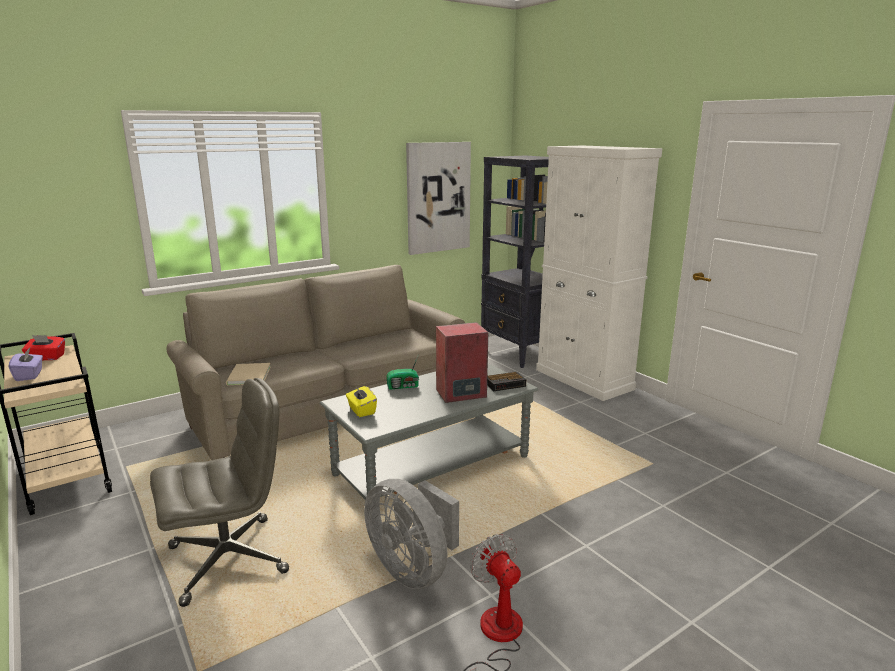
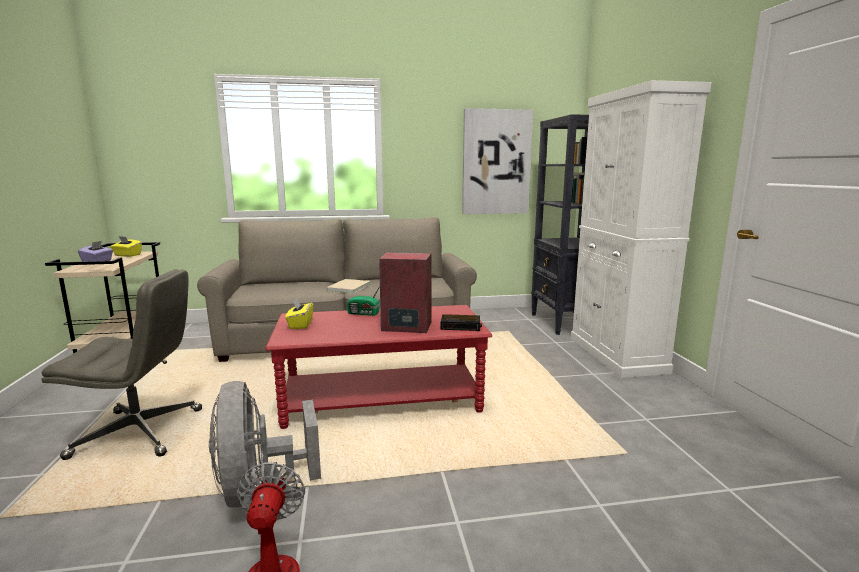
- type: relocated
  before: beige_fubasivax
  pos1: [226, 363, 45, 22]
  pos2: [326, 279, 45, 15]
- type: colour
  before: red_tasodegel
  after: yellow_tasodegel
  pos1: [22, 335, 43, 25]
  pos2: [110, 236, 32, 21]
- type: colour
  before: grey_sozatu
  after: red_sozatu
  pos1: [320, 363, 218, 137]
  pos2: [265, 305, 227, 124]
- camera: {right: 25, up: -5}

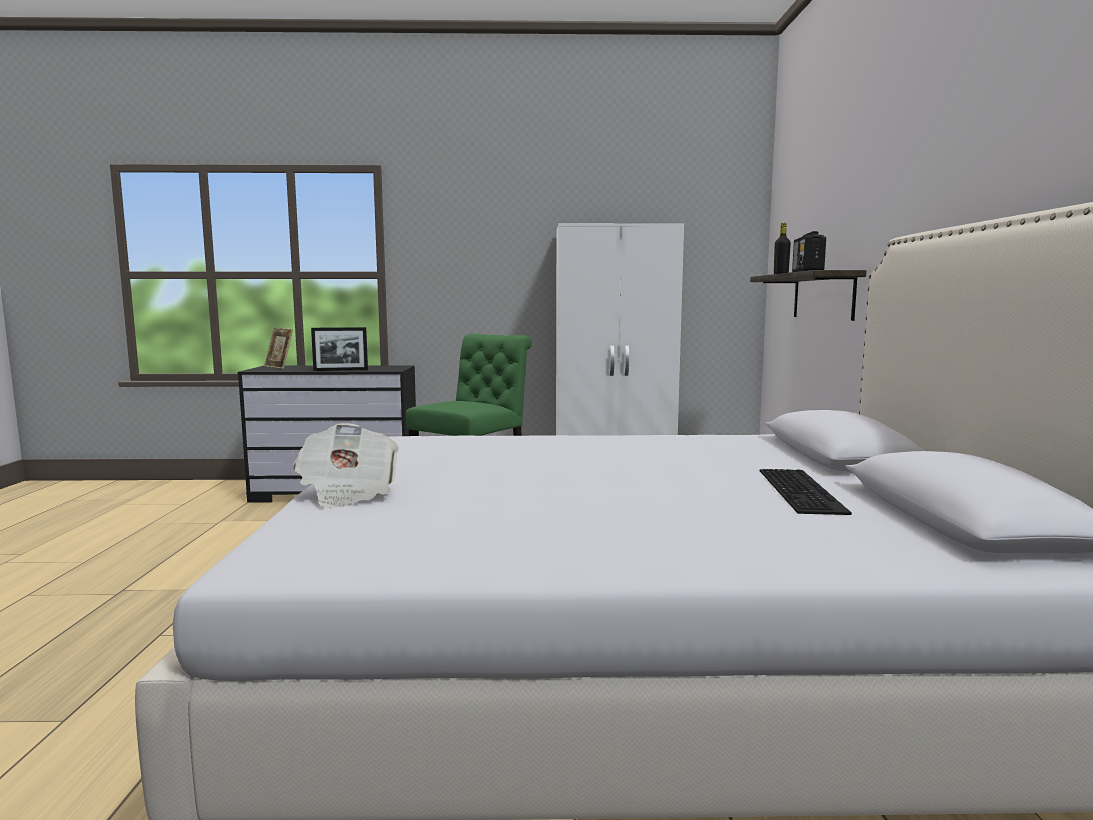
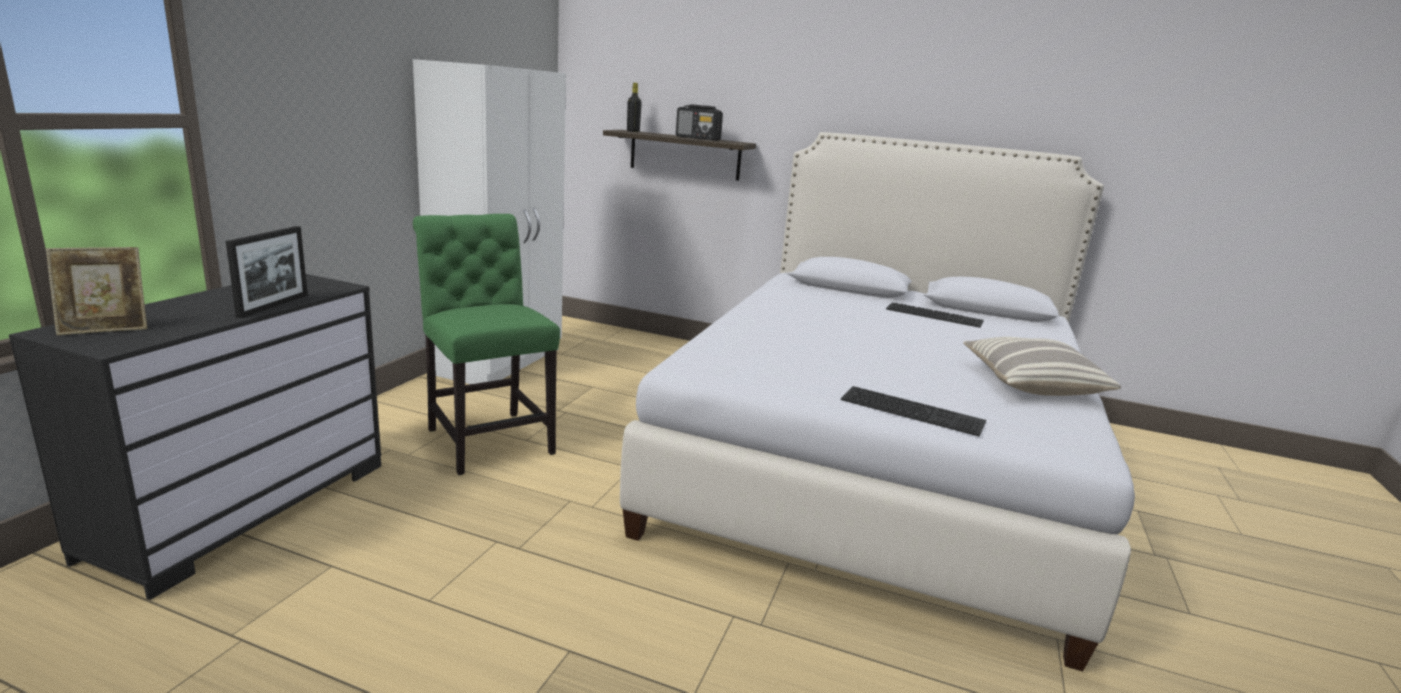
- type: appeared
  after: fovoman
  pos2: [963, 337, 158, 59]
- type: exchanged
  before: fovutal
  after: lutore
  pos1: [293, 423, 106, 85]
  pos2: [841, 386, 145, 51]
- camera: {right: -70, up: 10}

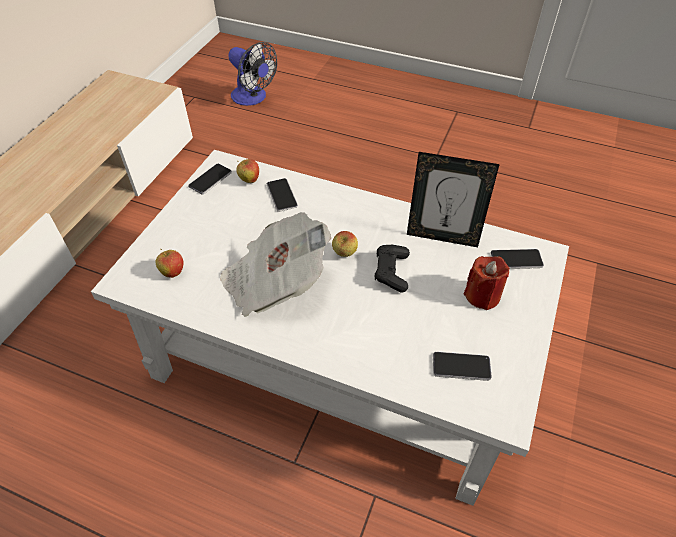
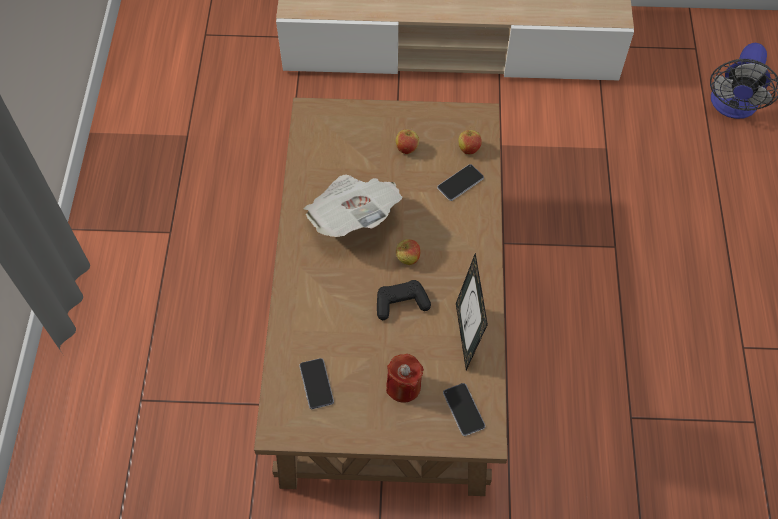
- type: missing
  before: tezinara
  pos1: [188, 164, 44, 31]
- type: relocated
  before: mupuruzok
  pos1: [155, 249, 28, 29]
  pos2: [396, 127, 23, 27]
- type: colour
  before: white_sozatu
  after: brown_sozatu
  pos1: [91, 150, 478, 356]
  pos2: [254, 98, 253, 398]
- camera: {right: 70, up: 10}

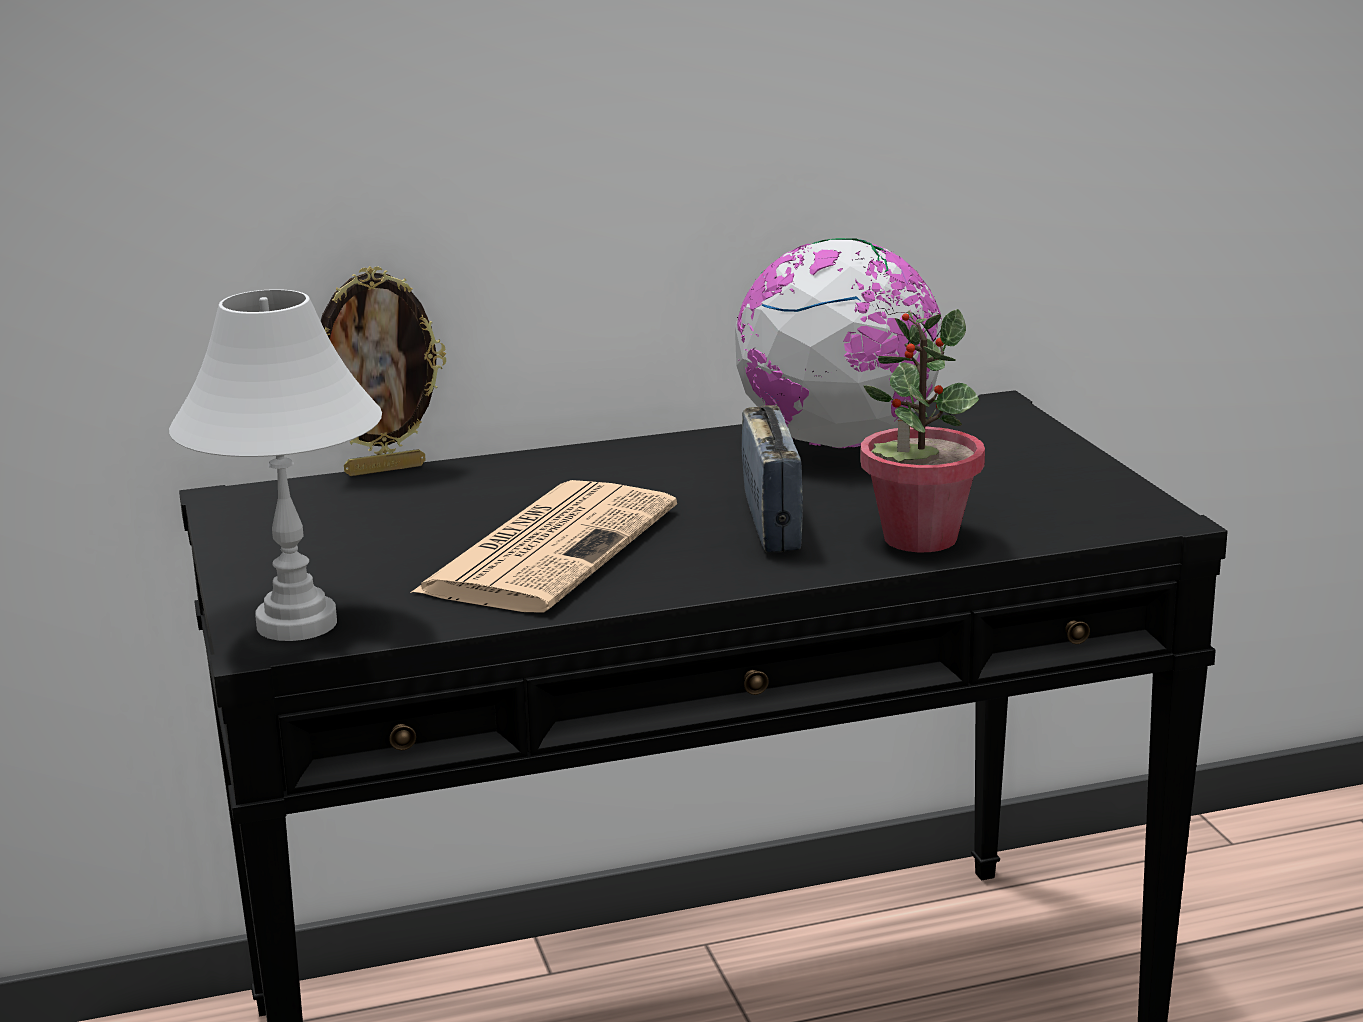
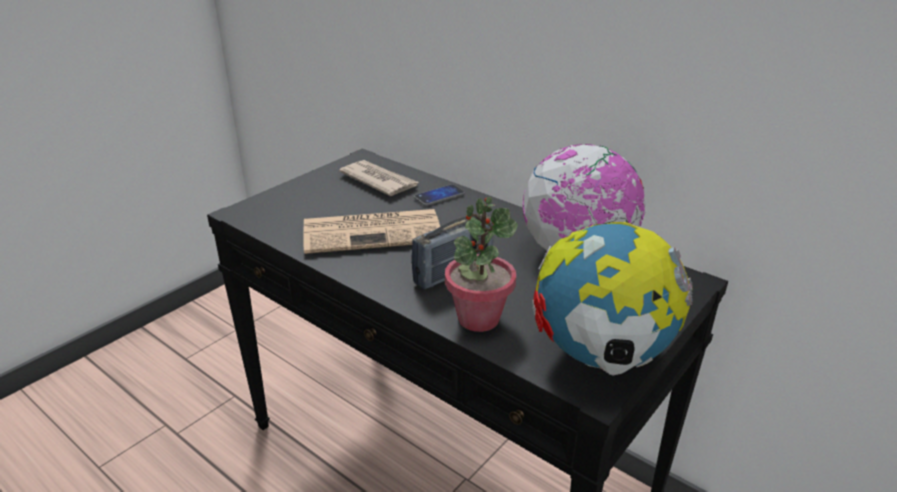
- type: missing
  before: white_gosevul
  pos1: [169, 289, 213, 352]
- type: missing
  before: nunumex
  pos1: [321, 266, 125, 210]
- type: appeared
  after: fovutal
  pos2: [339, 160, 80, 36]
- type: appeared
  after: tezinara
  pos2: [414, 184, 51, 22]
- type: appeared
  after: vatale
  pos2: [532, 222, 161, 154]
- camera: {right: 55, up: 10}

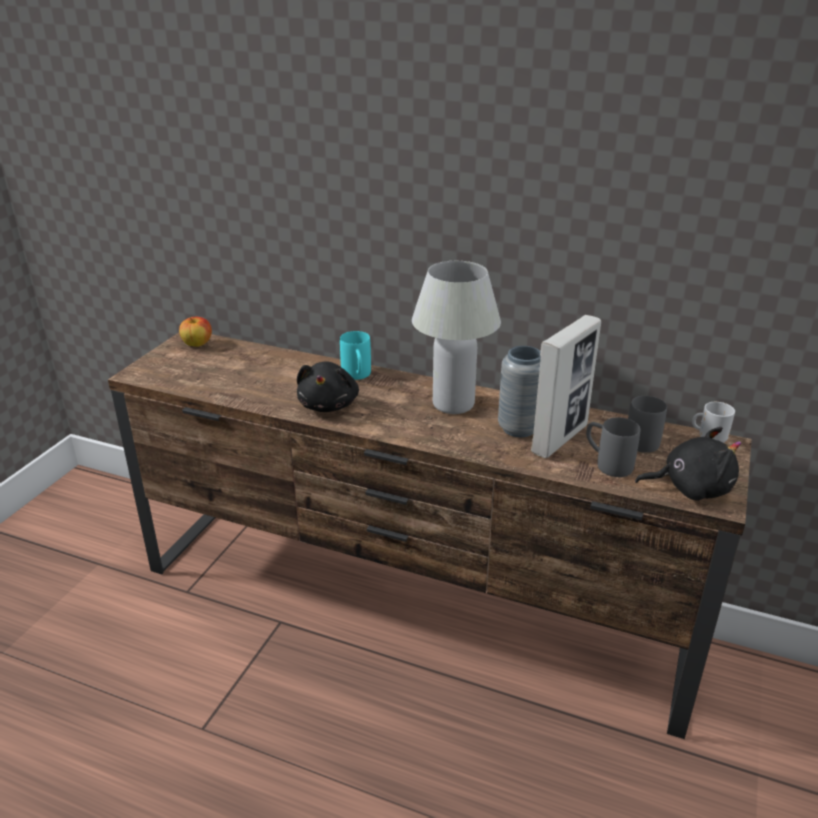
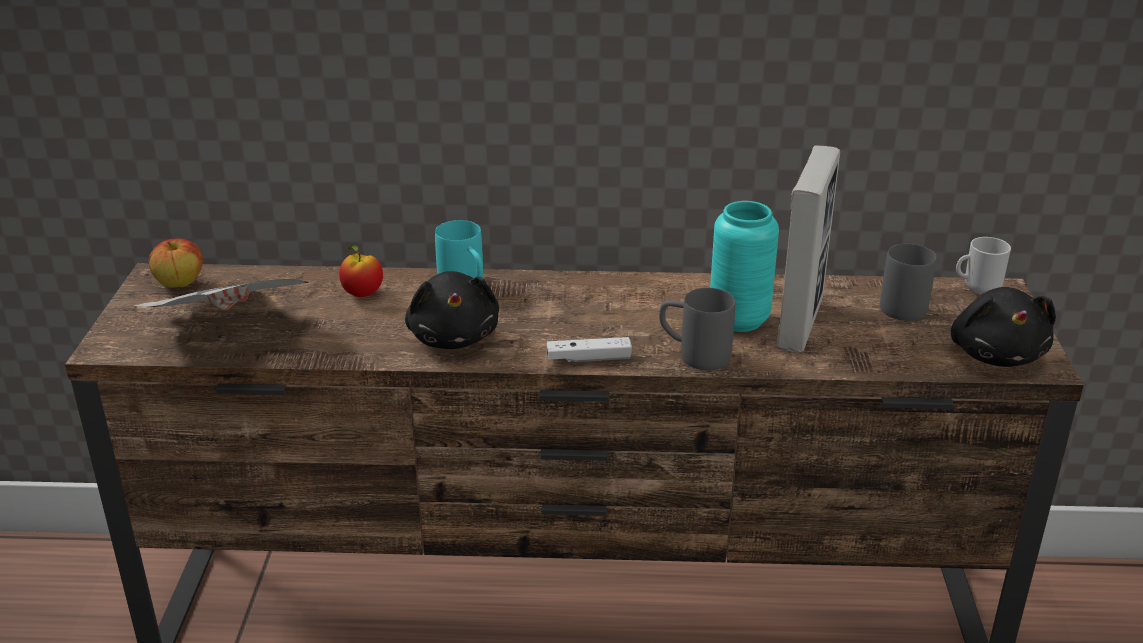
- type: missing
  before: white_gosevul
  pos1: [412, 261, 89, 153]
- type: appeared
  after: fovutal
  pos2: [134, 279, 174, 31]
- type: appeared
  after: mupuruzok
  pos2: [339, 244, 44, 53]
- type: appeared
  after: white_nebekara
  pos2: [547, 337, 85, 25]
- type: relocated
  before: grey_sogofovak
  pos1: [586, 417, 54, 60]
  pos2: [659, 288, 76, 82]
- type: colour
  before: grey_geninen
  after: turquoise_geninen
  pos1: [498, 346, 43, 91]
  pos2: [710, 201, 69, 131]
- type: spun
  before: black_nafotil
  pos1: [635, 427, 106, 74]
  pos2: [951, 287, 105, 80]
  turn: 105
- camera: {right: -20, up: 0}

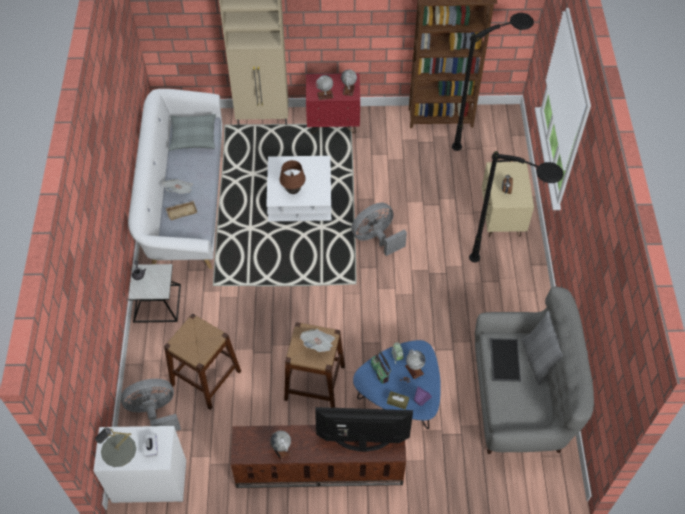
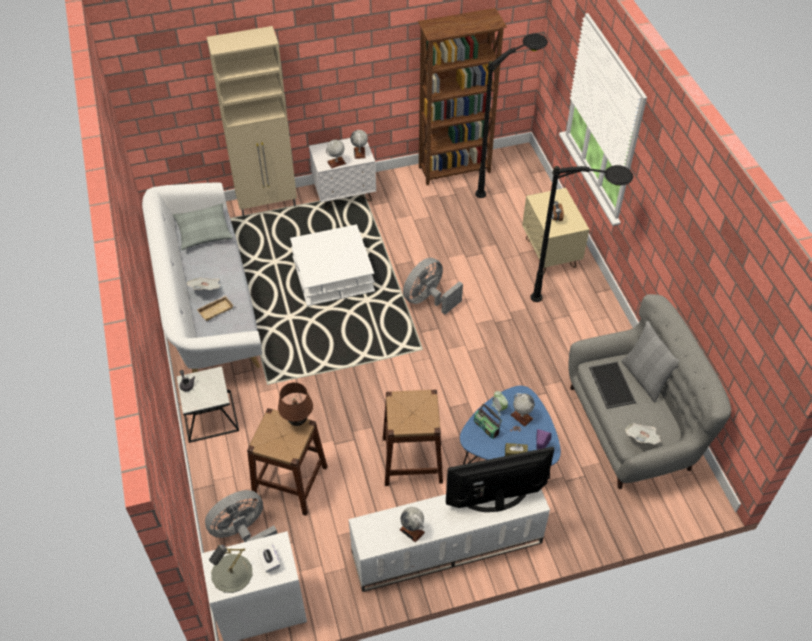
- type: relocated
  before: brown_gosevul
  pos1: [280, 160, 26, 34]
  pos2: [278, 382, 35, 44]
- type: relocated
  before: fovutal
  pos1: [300, 329, 35, 23]
  pos2: [625, 423, 36, 21]
- type: colour
  before: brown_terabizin
  after: white_terabizin
  pos1: [231, 425, 175, 63]
  pos2: [349, 489, 201, 103]
- type: colour
  before: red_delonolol
  after: white_delonolol
  pos1: [306, 73, 54, 61]
  pos2: [309, 138, 67, 72]
- camera: {right: -15, up: -5}

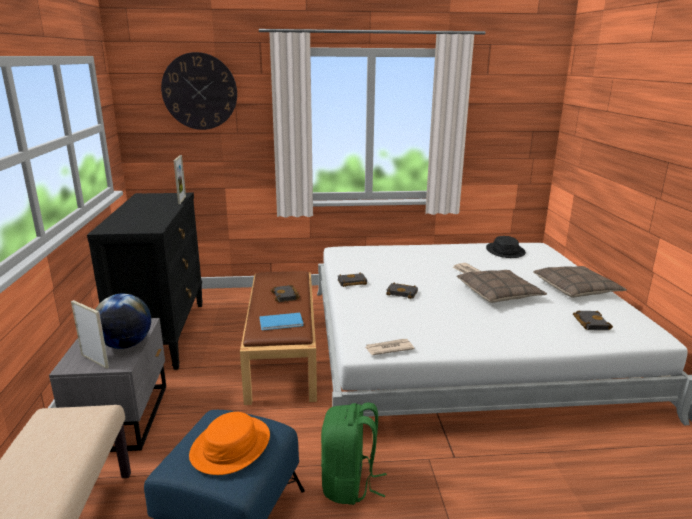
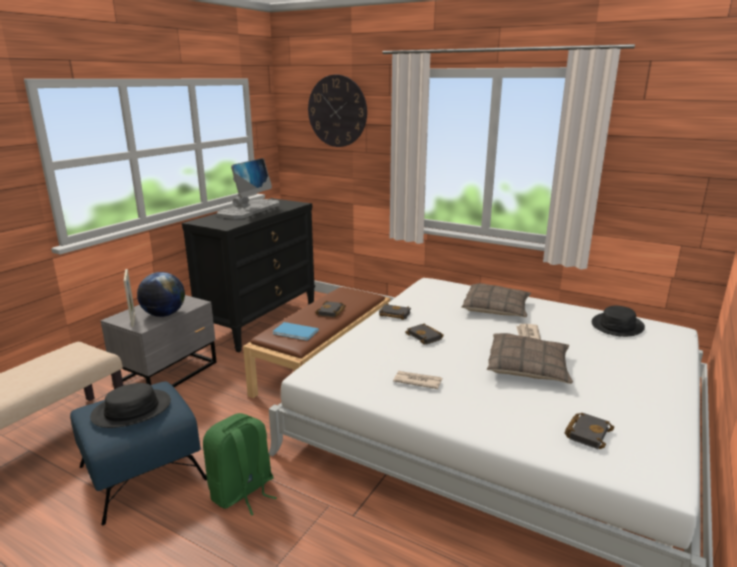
- type: missing
  before: nunumex
  pos1: [174, 155, 12, 49]
- type: appeared
  after: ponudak
  pos2: [217, 158, 63, 61]
- type: relocated
  before: fovutal
  pos1: [365, 339, 49, 16]
  pos2: [393, 371, 49, 18]
- type: relocated
  before: fovoman
  pos1: [533, 266, 94, 32]
  pos2: [462, 283, 69, 34]
- type: colour
  before: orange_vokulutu
  after: black_vokulutu
  pos1: [189, 412, 81, 63]
  pos2: [90, 383, 81, 45]
- camera: {right: 35, up: 0}

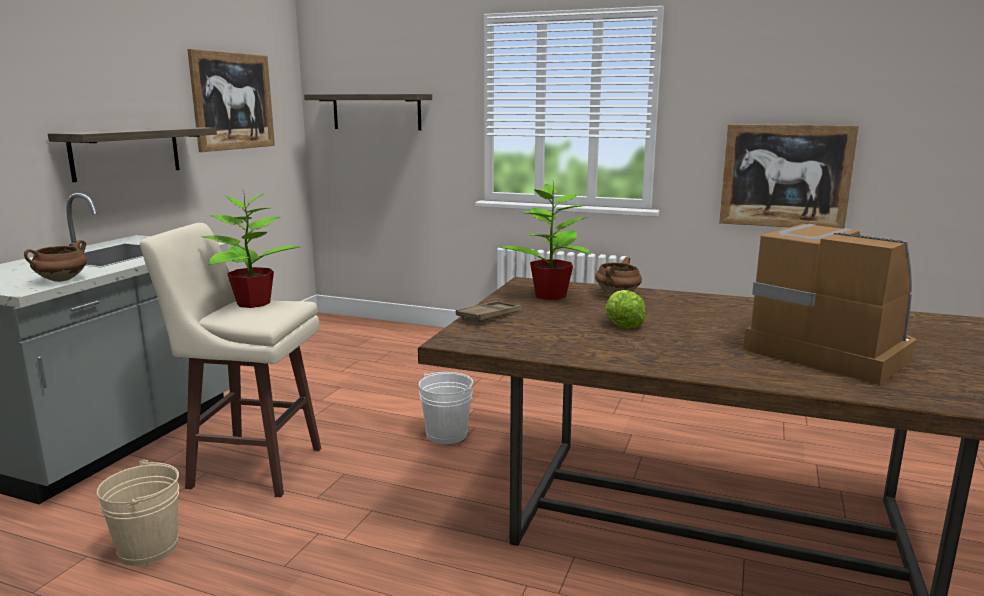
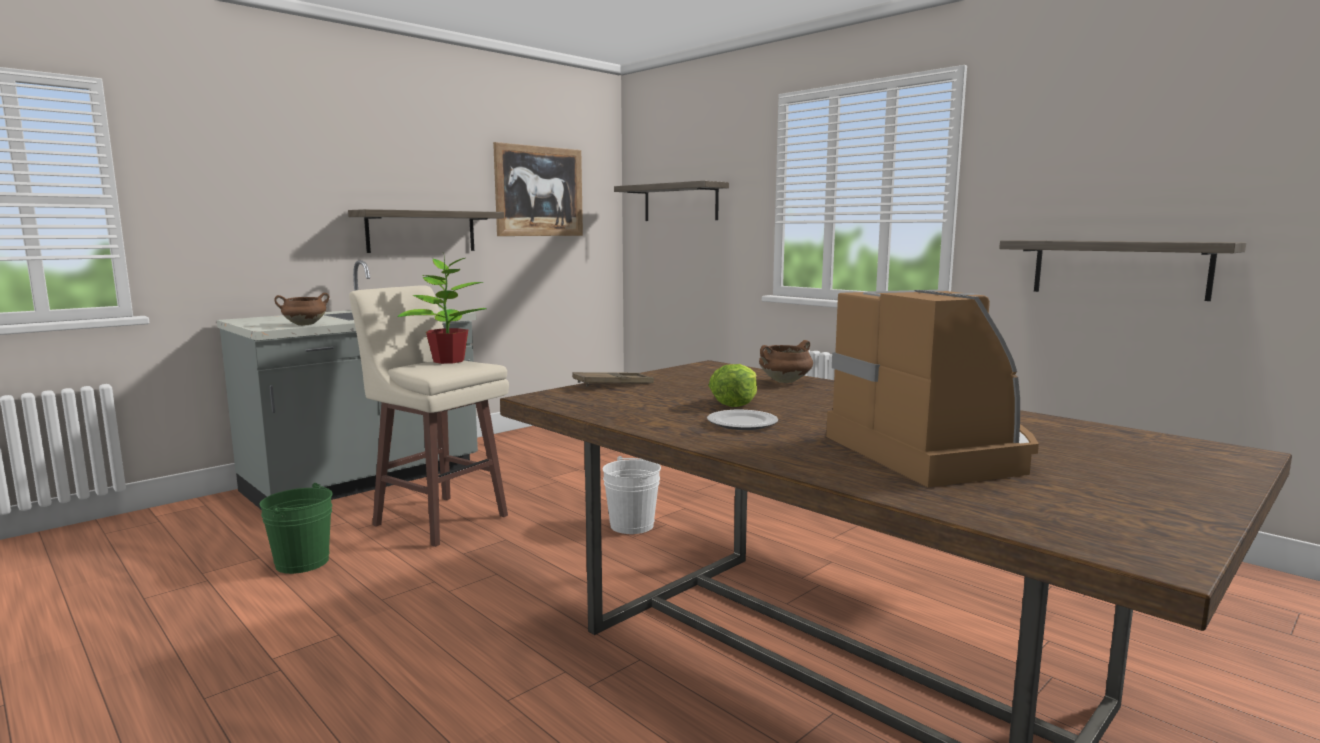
- type: missing
  before: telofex
  pos1: [499, 184, 92, 116]
- type: appeared
  after: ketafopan
  pos2: [707, 410, 71, 20]
- type: exchanged
  before: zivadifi
  after: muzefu
  pos1: [719, 124, 140, 105]
  pos2: [999, 240, 247, 61]
- type: colour
  before: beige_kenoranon
  after: green_kenoranon
  pos1: [97, 460, 82, 106]
  pos2: [260, 483, 73, 91]
- camera: {right: 25, up: -5}

